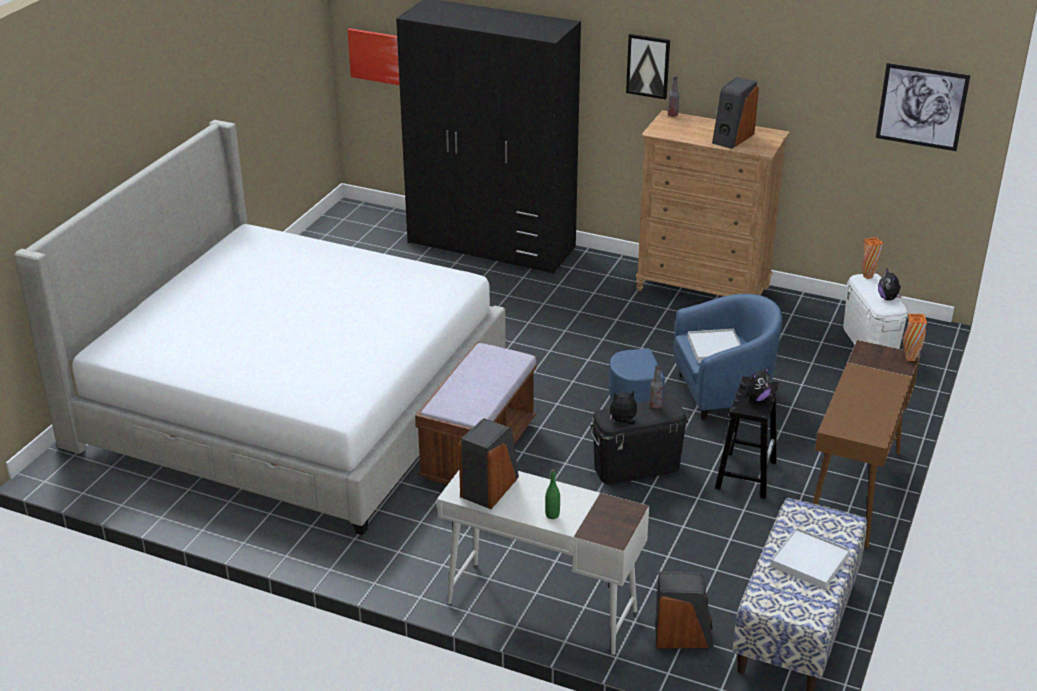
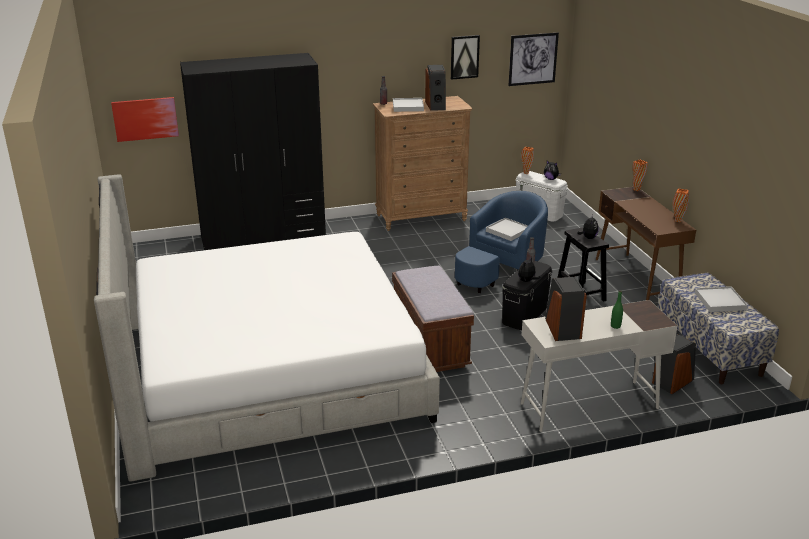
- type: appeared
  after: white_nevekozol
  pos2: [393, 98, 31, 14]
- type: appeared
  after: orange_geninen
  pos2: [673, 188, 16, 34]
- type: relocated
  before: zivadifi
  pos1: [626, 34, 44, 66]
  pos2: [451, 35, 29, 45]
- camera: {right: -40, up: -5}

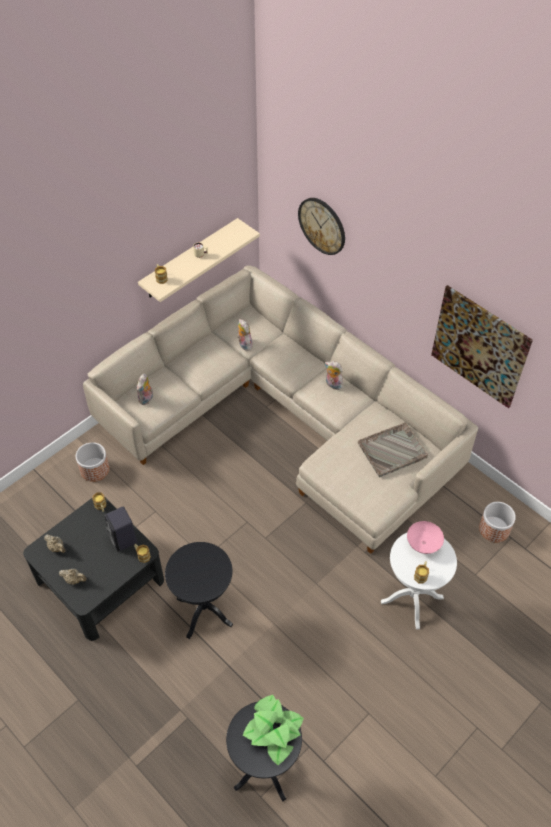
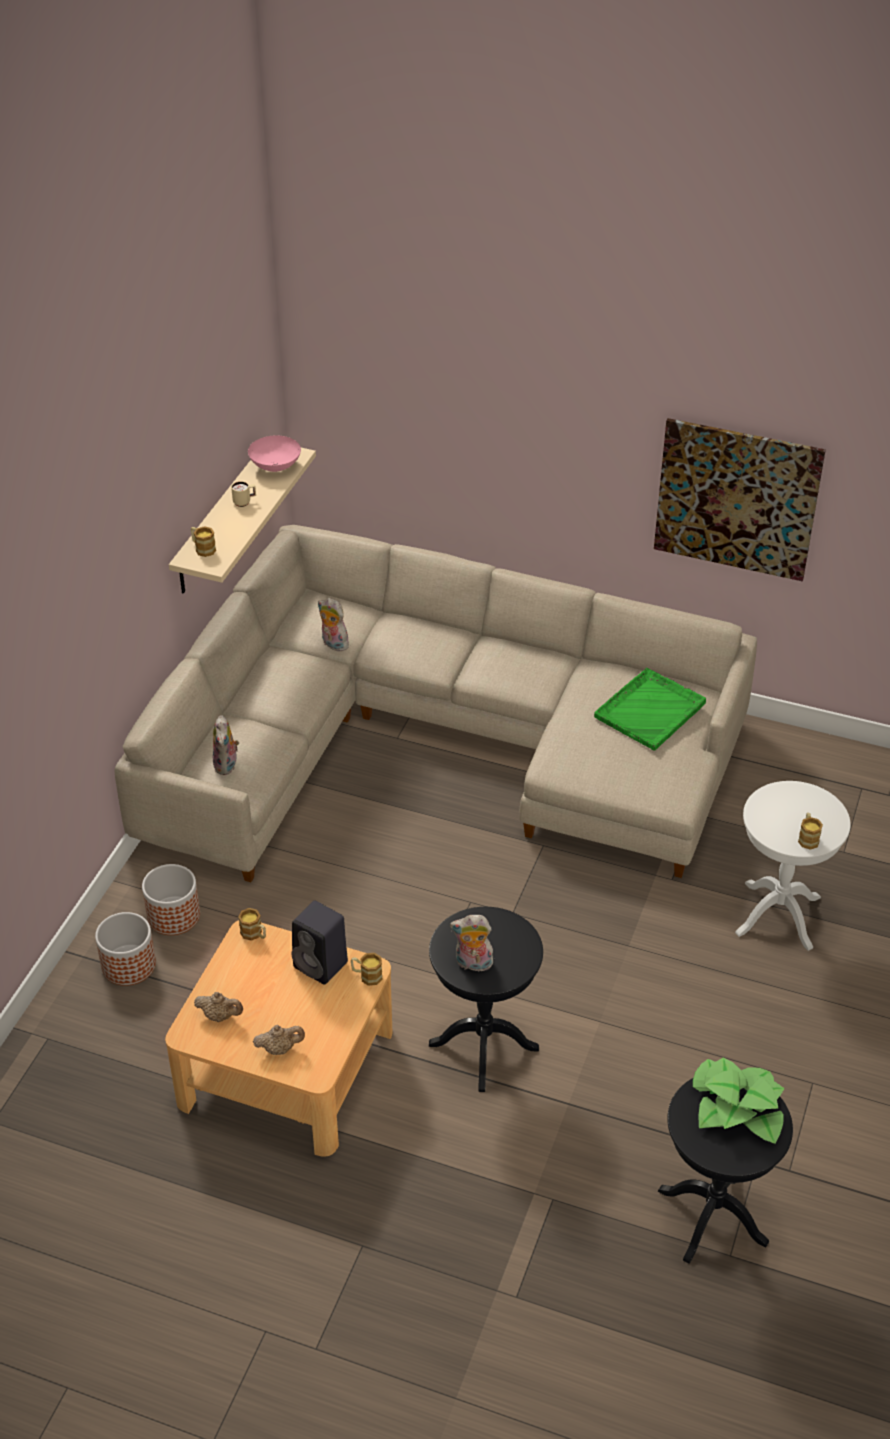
- type: missing
  before: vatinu
  pos1: [298, 198, 47, 57]
- type: relocated
  before: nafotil
  pos1: [325, 361, 18, 29]
  pos2: [450, 915, 45, 57]
- type: relocated
  before: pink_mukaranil
  pos1: [407, 521, 37, 33]
  pos2: [248, 436, 53, 36]
- type: relocated
  before: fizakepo
  pos1: [479, 502, 37, 40]
  pos2: [95, 912, 61, 74]
- type: colour
  before: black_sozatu
  after: beige_sozatu
  pos1: [23, 498, 141, 143]
  pos2: [165, 920, 227, 237]
- type: colour
  before: grey_nevekozol
  after: green_nevekozol
  pos1: [358, 422, 70, 55]
  pos2: [594, 668, 112, 83]
- camera: {right: -25, up: -10}

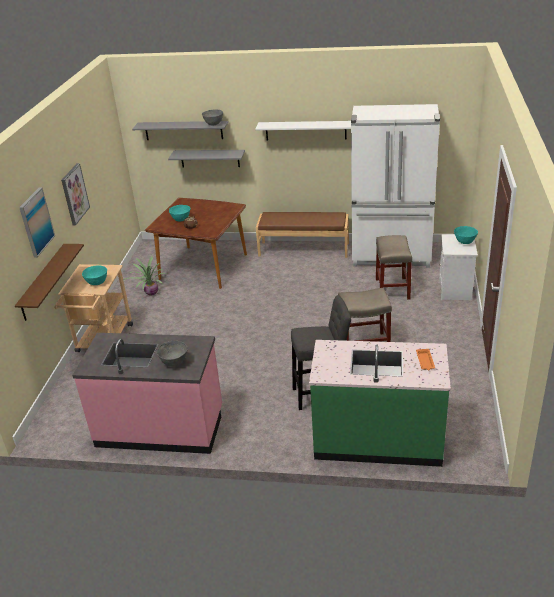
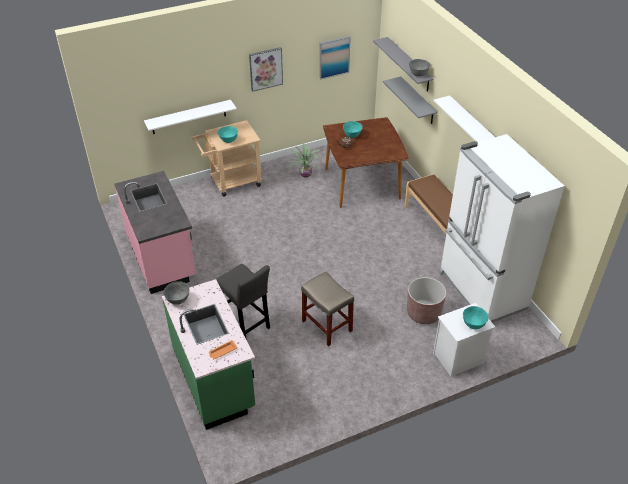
- type: relocated
  before: zivadifi
  pos1: [19, 187, 36, 71]
  pos2: [319, 36, 32, 44]
- type: relocated
  before: grey_mukaranil
  pos1: [157, 341, 31, 26]
  pos2: [163, 281, 27, 24]
- type: exchanged
  before: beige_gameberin
  after: brown_fizakepo
  pos1: [376, 235, 36, 65]
  pos2: [407, 277, 39, 47]
- type: colour
  before: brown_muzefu
  after: white_muzefu
  pos1: [15, 244, 69, 77]
  pos2: [144, 100, 93, 34]
- camera: {right: 55, up: 10}

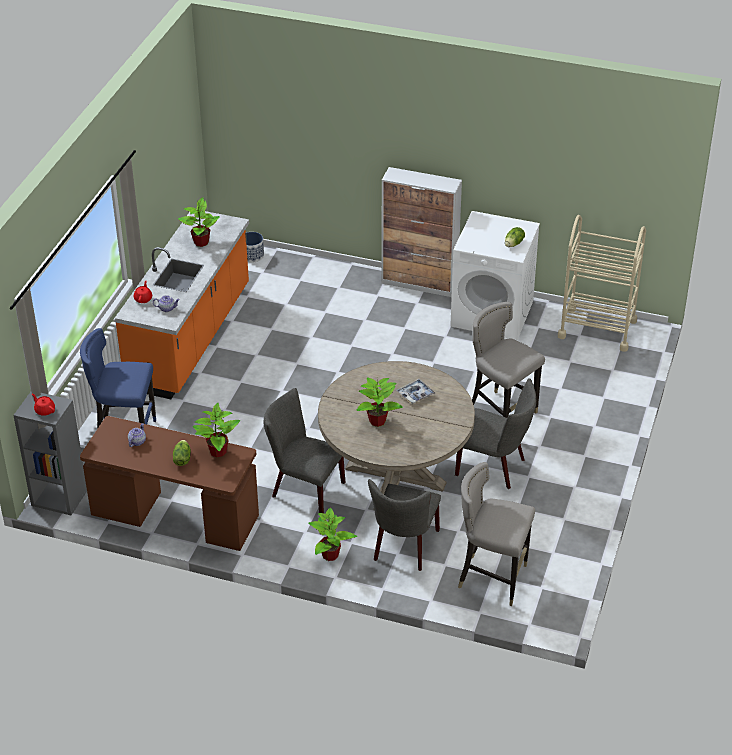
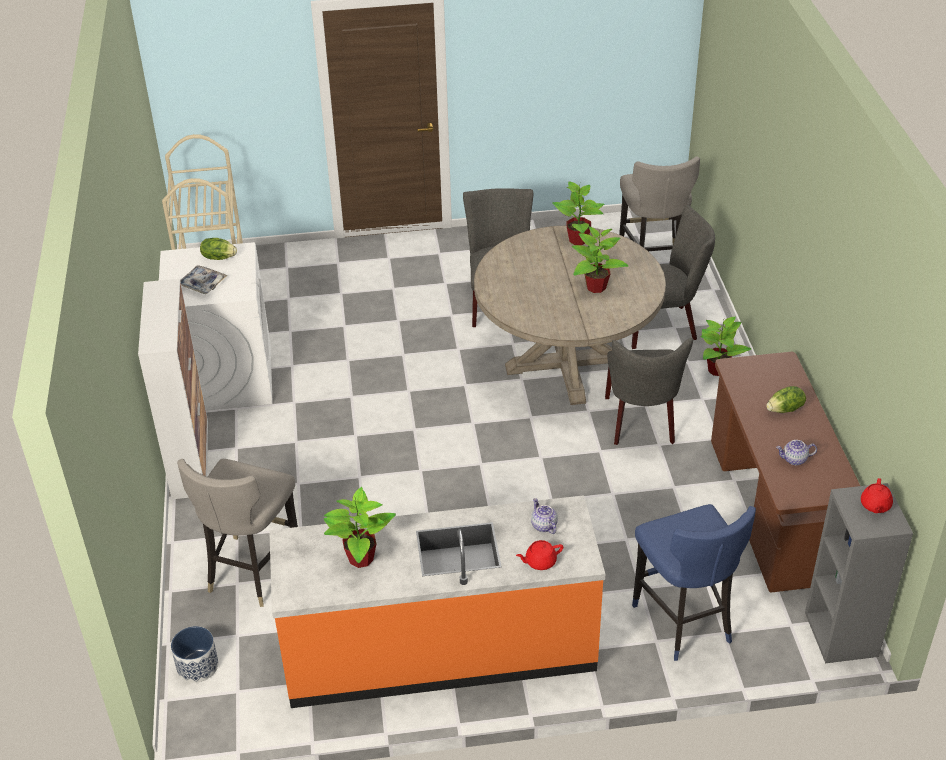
- type: relocated
  before: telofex
  pos1: [192, 403, 48, 54]
  pos2: [552, 181, 52, 64]
- type: relocated
  before: nevekozol
  pos1: [396, 379, 40, 26]
  pos2: [180, 265, 48, 29]
- type: relocated
  before: grey_gameberin
  pos1: [472, 302, 73, 116]
  pos2: [177, 459, 121, 148]
- camera: {right: -115, up: 0}

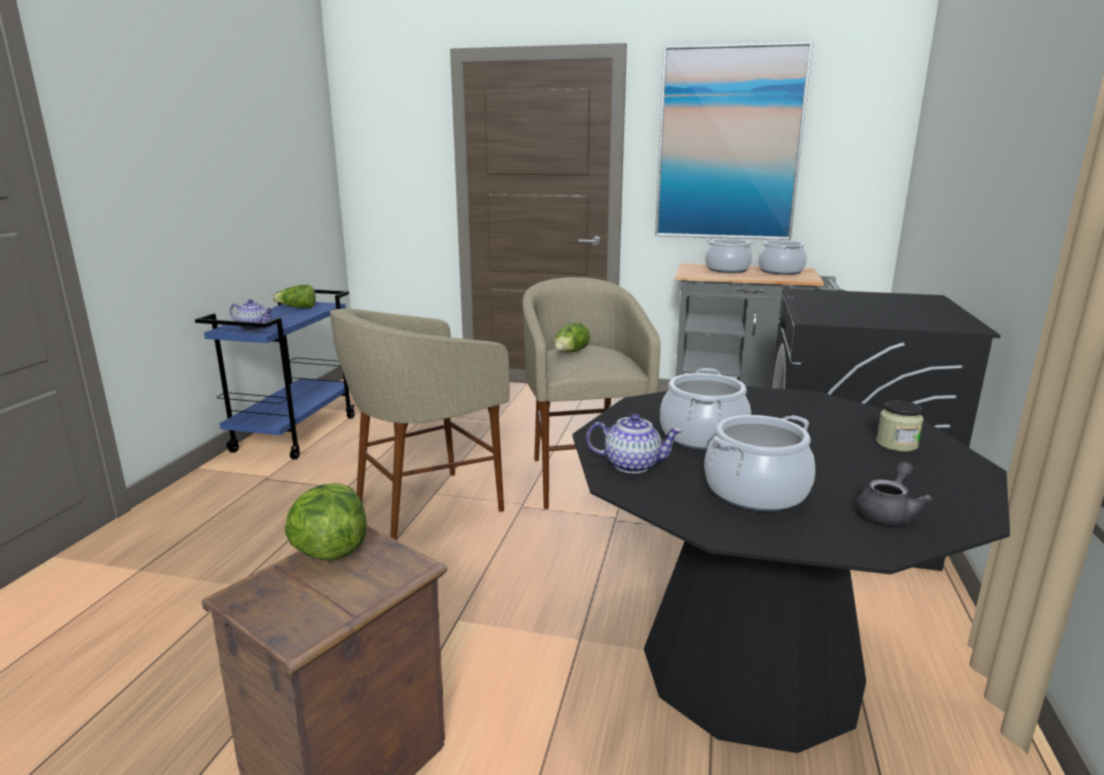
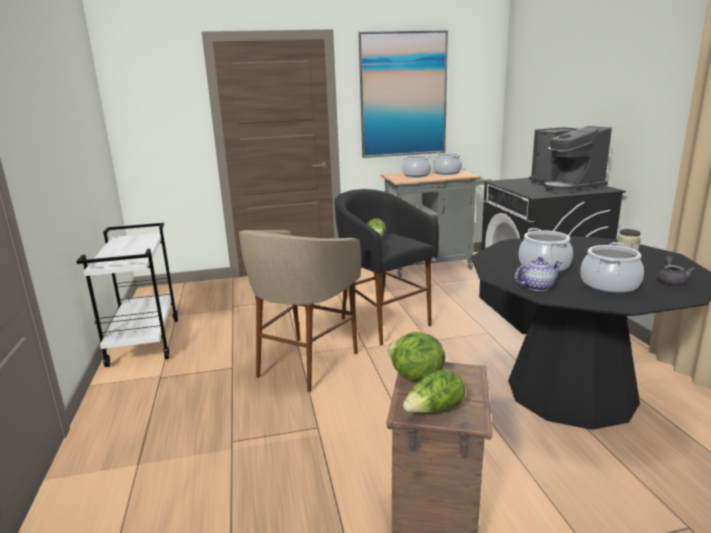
- type: missing
  before: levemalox
  pos1: [230, 299, 44, 32]
- type: appeared
  after: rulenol
  pos2: [529, 126, 83, 68]
- type: relocated
  before: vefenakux
  pos1: [273, 285, 43, 23]
  pos2: [403, 369, 62, 44]
- type: colour
  before: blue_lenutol
  after: white_lenutol
  pos1: [195, 289, 160, 170]
  pos2: [76, 223, 102, 144]
- type: colour
  before: beige_gameberin
  after: black_gameberin
  pos1: [523, 277, 137, 232]
  pos2: [335, 189, 104, 156]
- camera: {right: -25, up: 0}

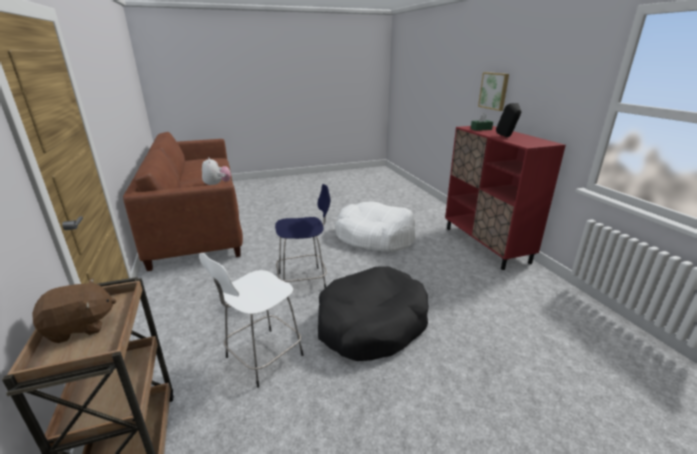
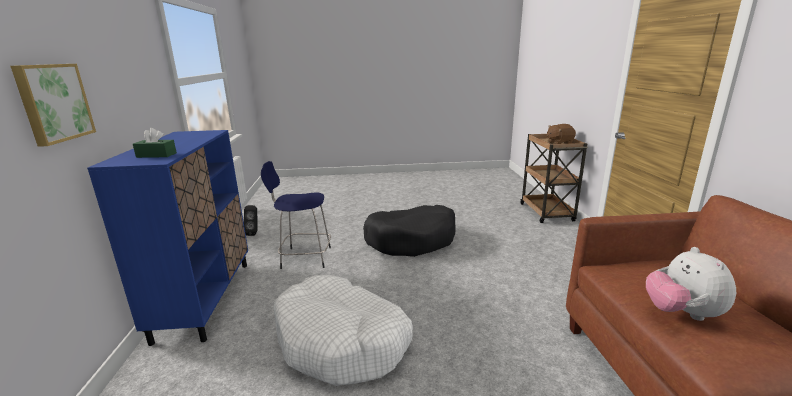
- type: missing
  before: white_gameberin
  pos1: [199, 253, 105, 135]
- type: relocated
  before: blue_gameberin
  pos1: [275, 184, 55, 104]
  pos2: [261, 161, 70, 108]
- type: relocated
  before: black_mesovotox
  pos1: [496, 103, 25, 34]
  pos2: [244, 205, 13, 31]
- type: colour
  before: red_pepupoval
  after: blue_pepupoval
  pos1: [445, 126, 121, 144]
  pos2: [87, 130, 161, 216]
- camera: {right: -165, up: -5}

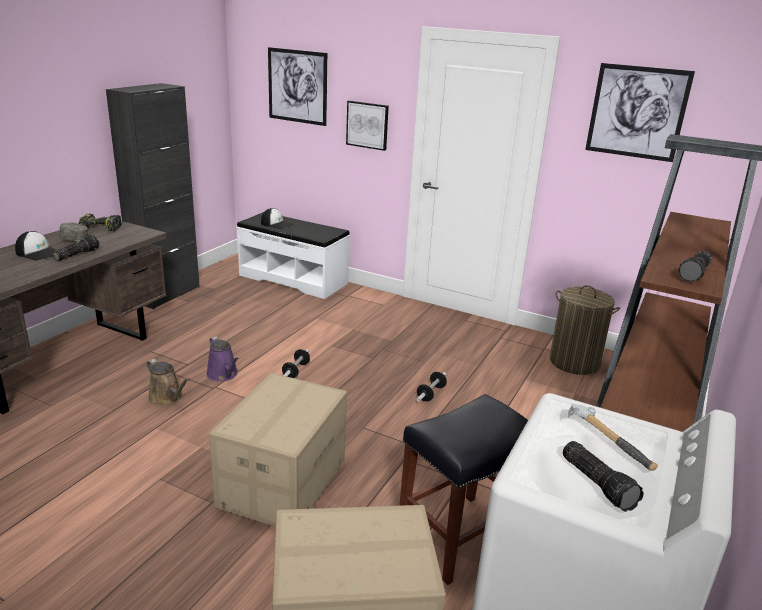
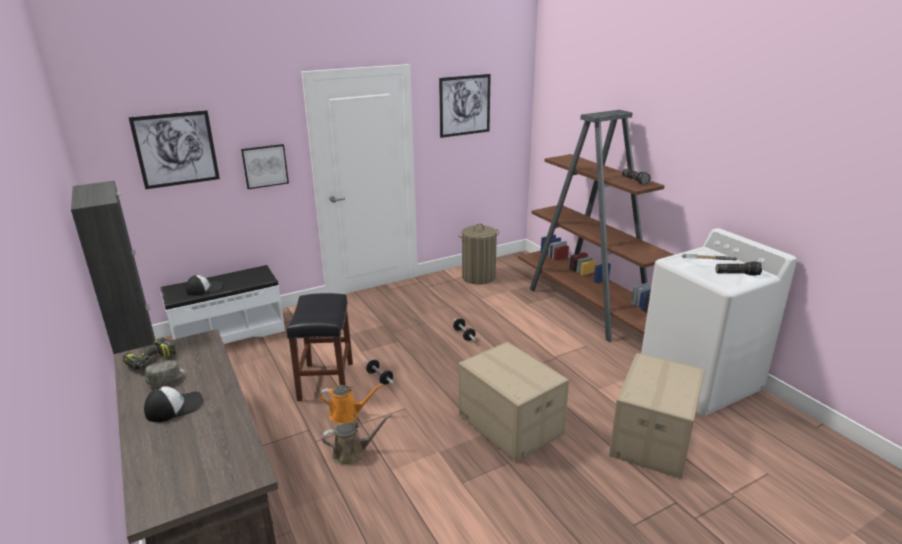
- type: missing
  before: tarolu
  pos1: [53, 235, 46, 26]
- type: relocated
  before: black_gameberin
  pos1: [399, 394, 129, 191]
  pos2: [287, 293, 66, 108]
- type: colour
  before: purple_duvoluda
  after: orange_duvoluda
  pos1: [206, 336, 32, 45]
  pos2: [319, 384, 64, 40]
- camera: {right: -55, up: 0}

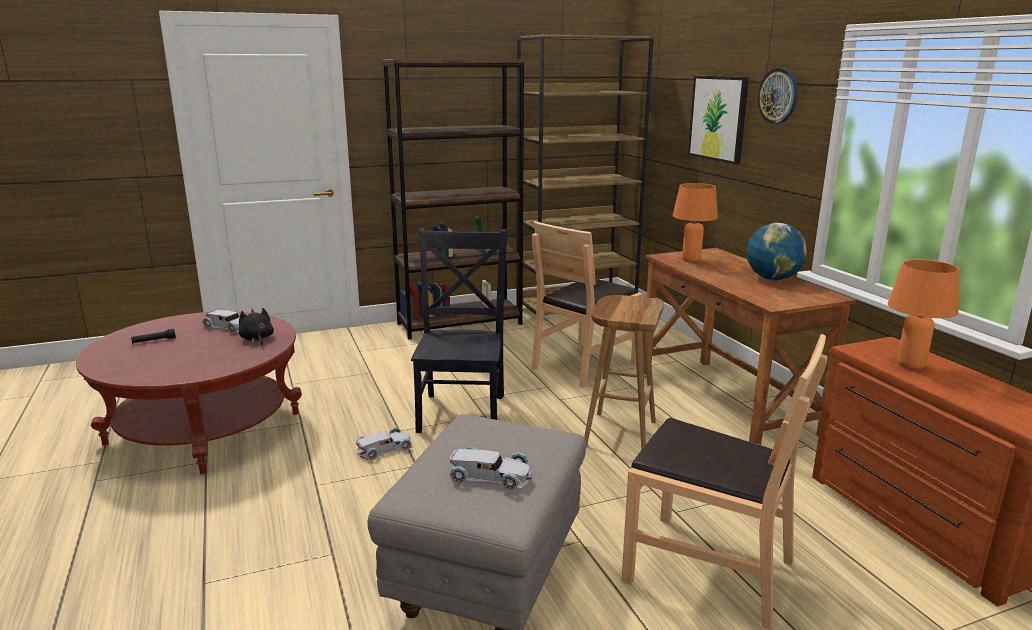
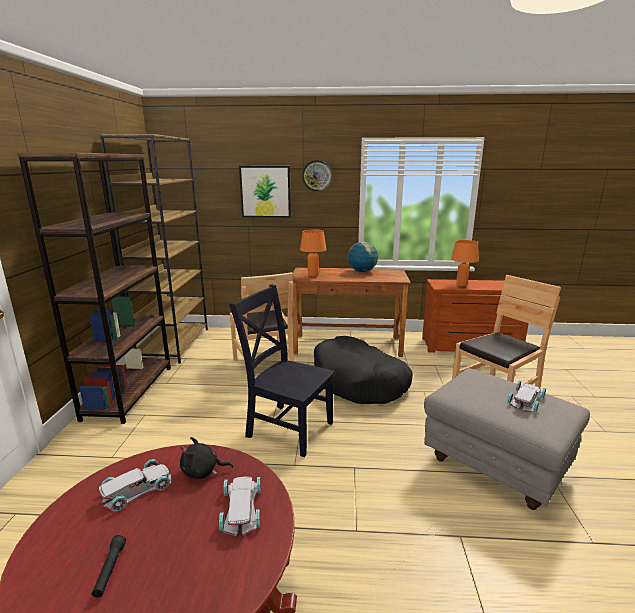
- type: relocated
  before: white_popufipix
  pos1: [356, 427, 56, 33]
  pos2: [219, 476, 42, 60]
- type: exchanged
  before: brown_gameberin
  after: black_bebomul
  pos1: [584, 295, 80, 155]
  pos2: [314, 336, 99, 68]
- camera: {right: -65, up: 0}

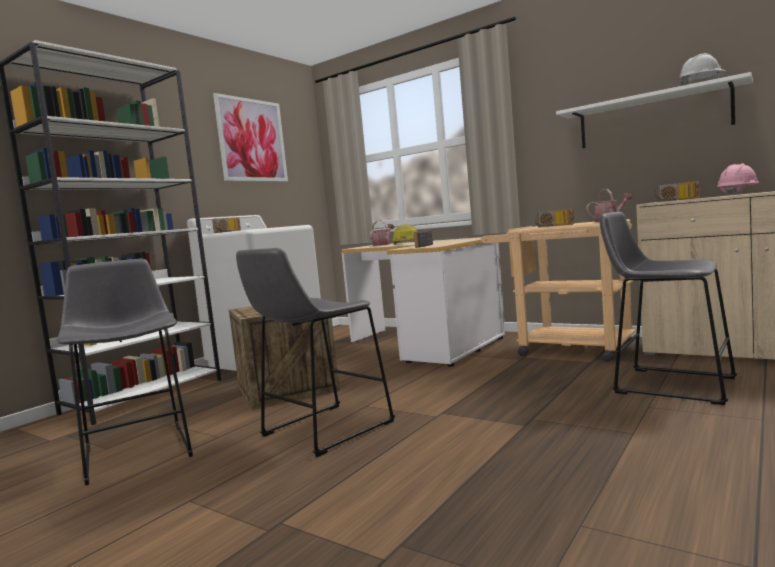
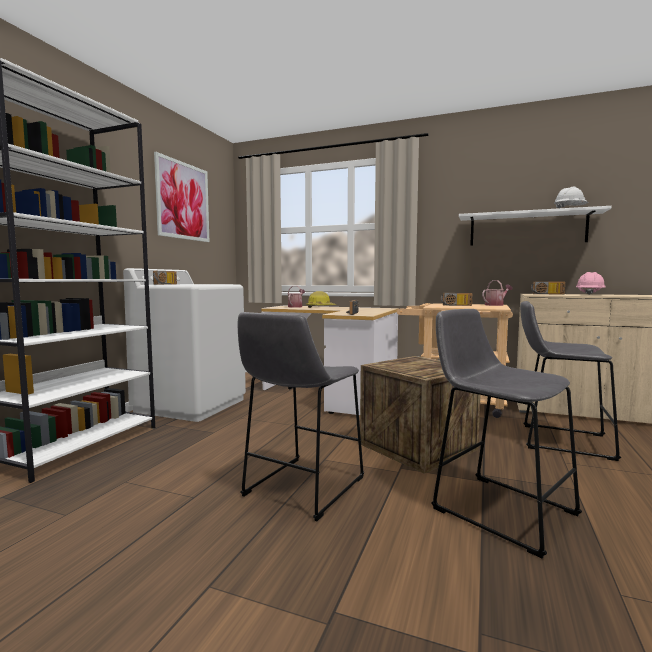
- type: relocated
  before: grey_gameberin
  pos1: [57, 259, 136, 226]
  pos2: [431, 309, 151, 249]
- type: relocated
  before: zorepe
  pos1: [229, 306, 111, 104]
  pos2: [360, 356, 121, 118]
- camera: {right: -15, up: 0}

